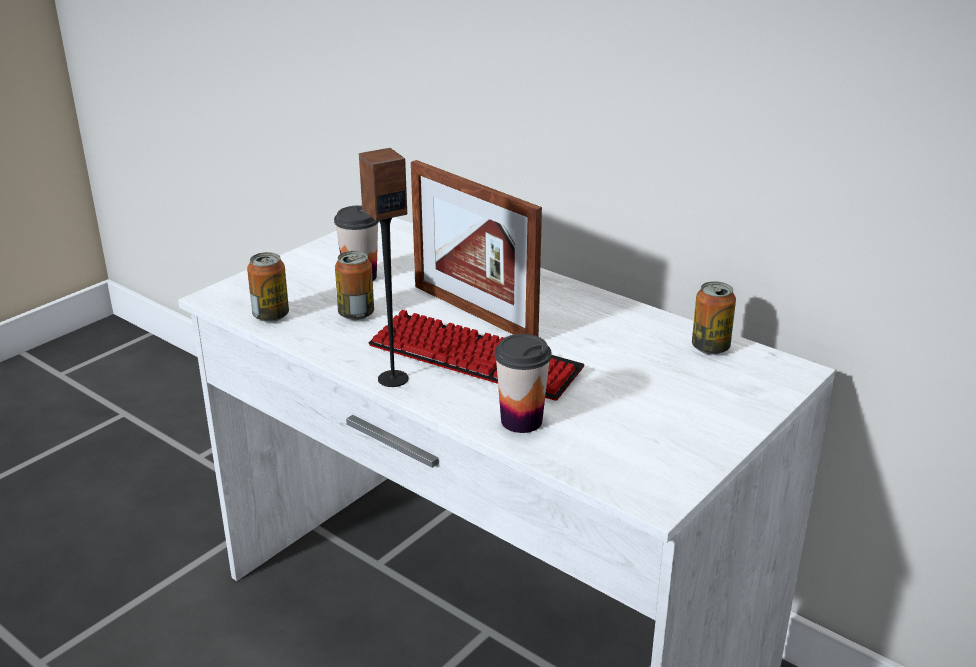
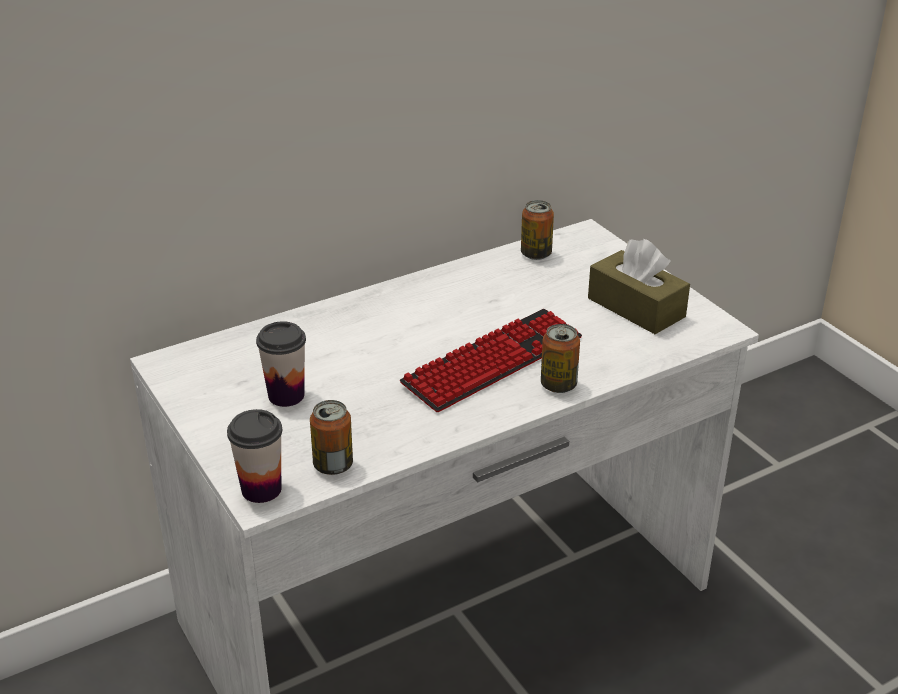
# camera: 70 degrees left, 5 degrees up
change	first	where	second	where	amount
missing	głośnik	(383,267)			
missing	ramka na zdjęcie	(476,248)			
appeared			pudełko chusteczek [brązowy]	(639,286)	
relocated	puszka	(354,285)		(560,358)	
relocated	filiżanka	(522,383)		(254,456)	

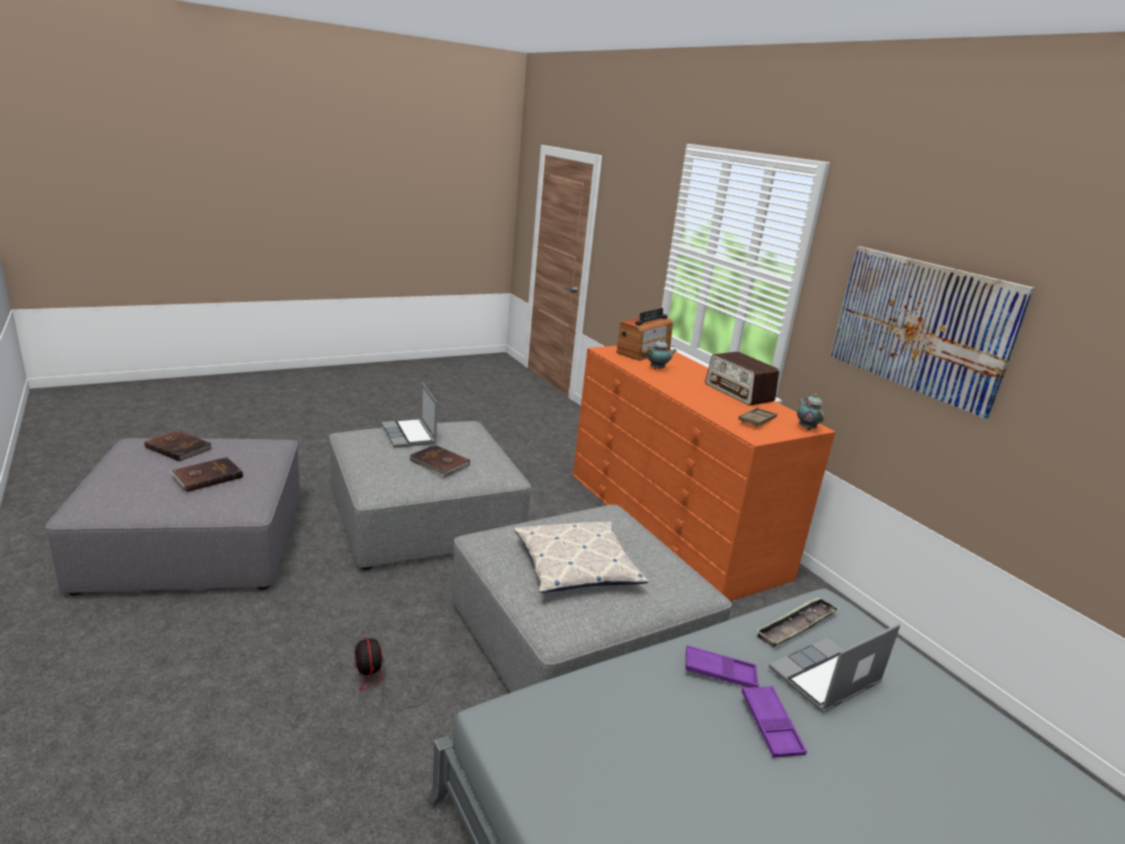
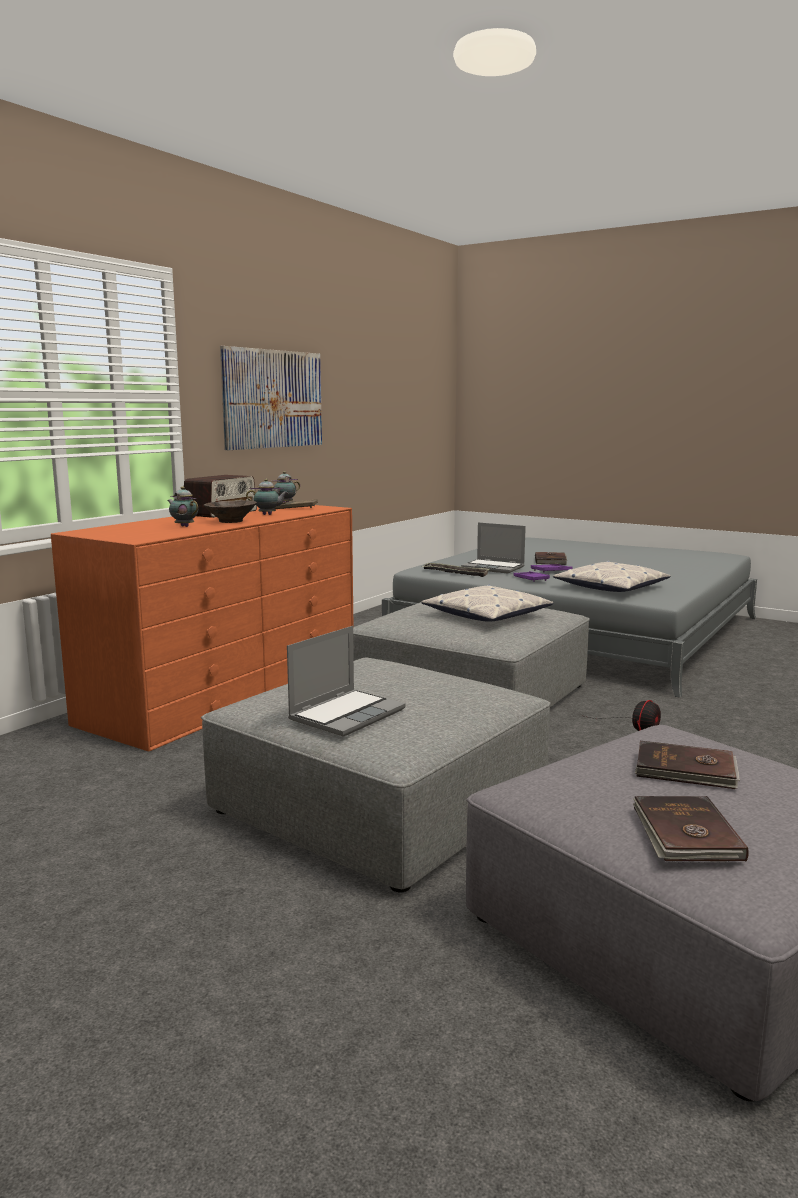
# camera: 115 degrees left, 10 degrees down
change	first	where	second	where	amount
missing	radio	(644,334)			
appeared			miska [brązowy]	(230,511)	
appeared			imbryk	(267,497)	
appeared			poduszka	(612,576)	
relocated	książka [brązowy]	(439,461)		(551,558)	

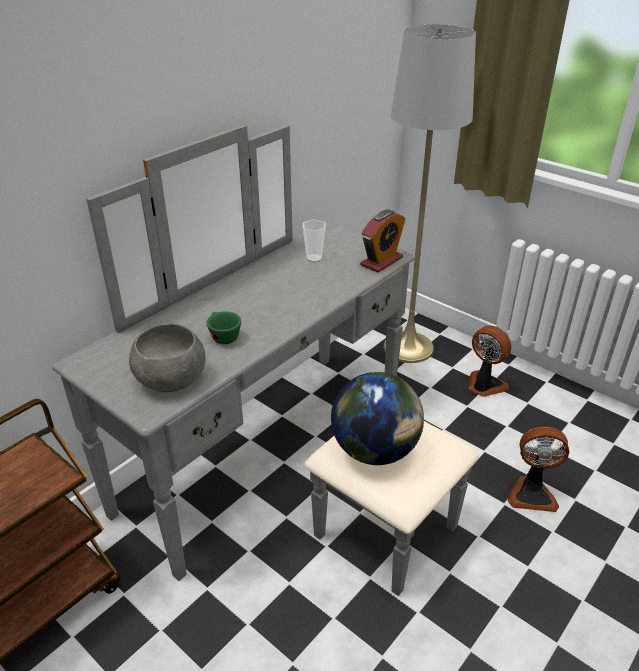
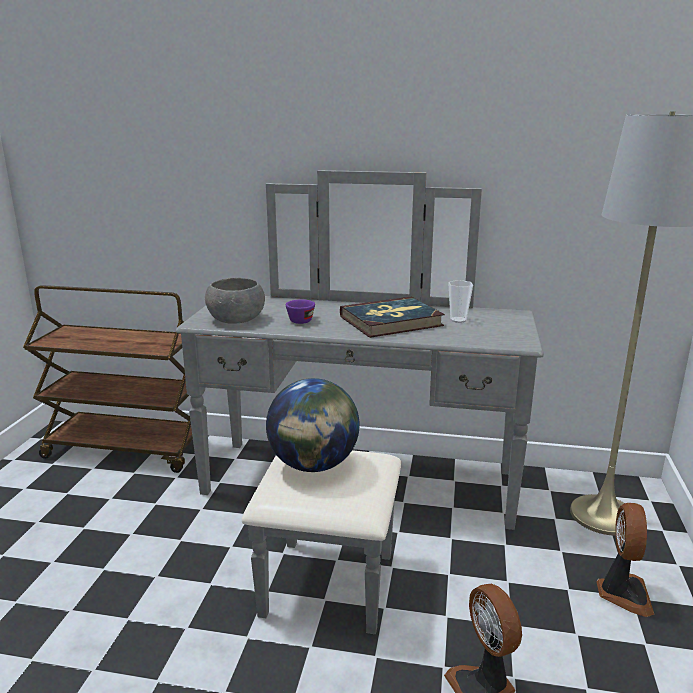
# camera: 60 degrees right, 15 degrees down
change	first	where	second	where	amount
missing	budzik	(382,241)			
appeared			książka	(392,317)	
colour	filiżanka [zielony]	(223,327)	filiżanka [fioletowy]	(300,311)	

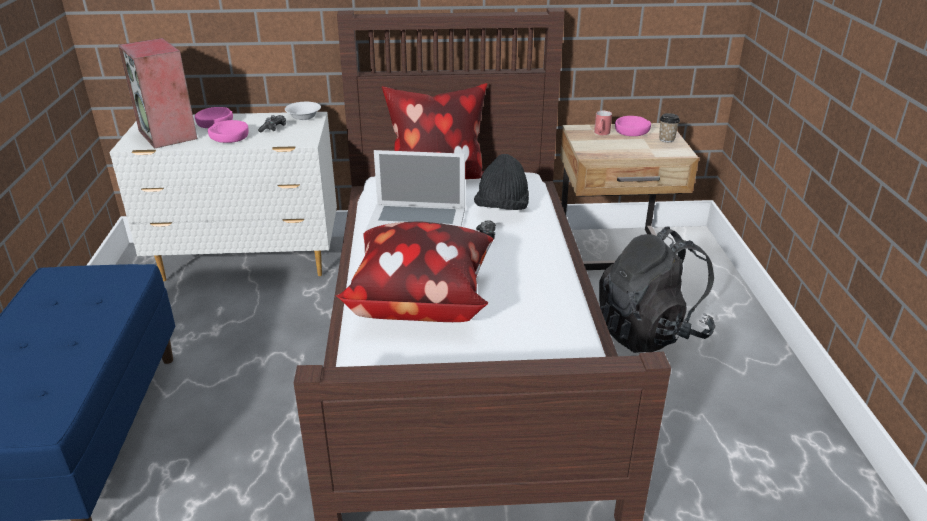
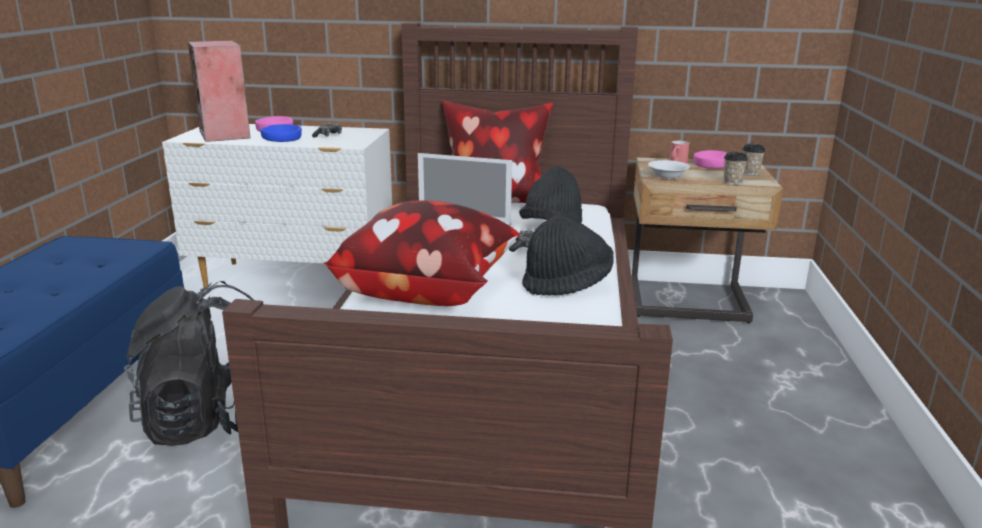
# camera: 10 degrees right, 10 degrees down
change	first	where	second	where	amount
appeared			kapelusz [czarny]	(568,255)	
appeared			filiżanka	(736,168)	
relocated	miska [biały]	(303,111)		(669,169)	
relocated	plecak [czarny]	(657,289)		(189,363)	
colour	miska [różowy]	(228,131)	miska [niebieski]	(281,133)	

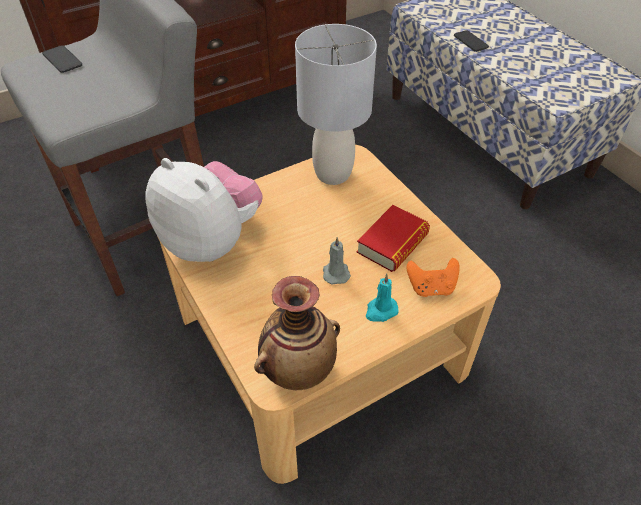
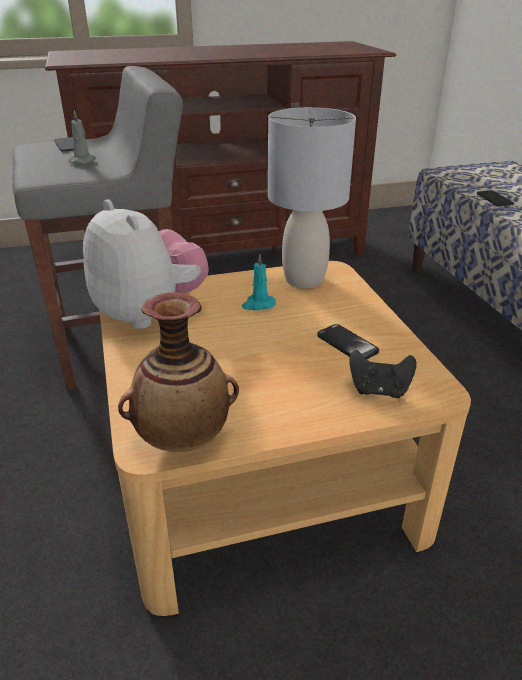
# camera: 15 degrees right, 15 degrees down
change	first	where	second	where	amount
relocated	świeca [szary]	(337,260)		(82,137)	
relocated	świeca [turkusowy]	(382,298)		(259,282)	
exchanged	książka	(393,238)	telefon	(348,341)	
colour	pad do gier [pomarańczowy]	(433,277)	pad do gier [czarny]	(382,374)	

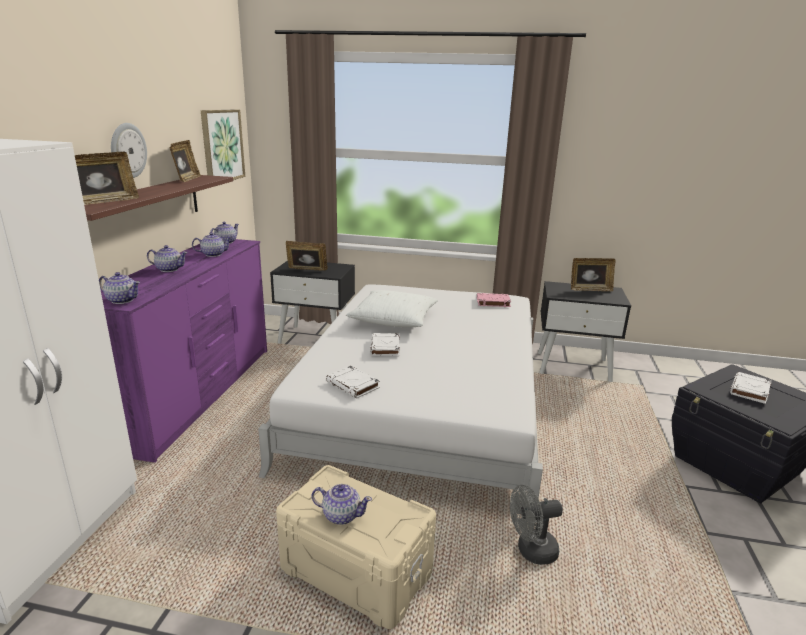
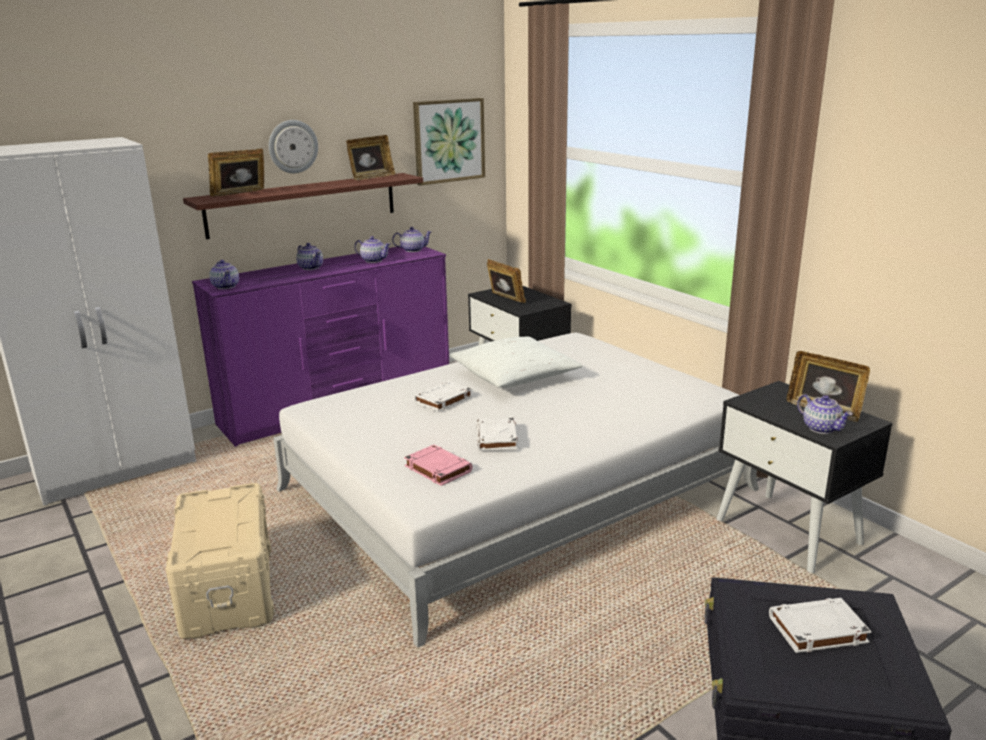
# camera: 45 degrees right, 0 degrees up
change	first	where	second	where	amount
missing	wentylator [szary]	(536,525)			
relocated	imbryk	(341,504)		(825,414)	
relocated	książka [biały]	(353,382)		(497,434)	
relocated	książka [różowy]	(494,300)		(438,465)	
spun	ramka na zdjęcie	(107,178)		(236,172)	150 degrees clockwise

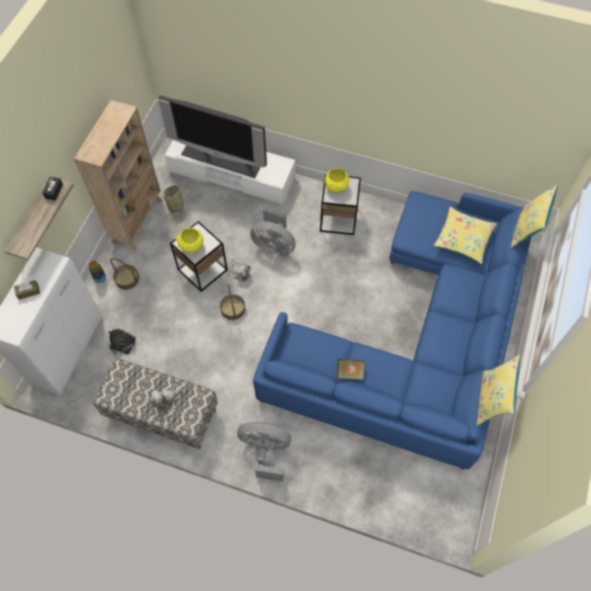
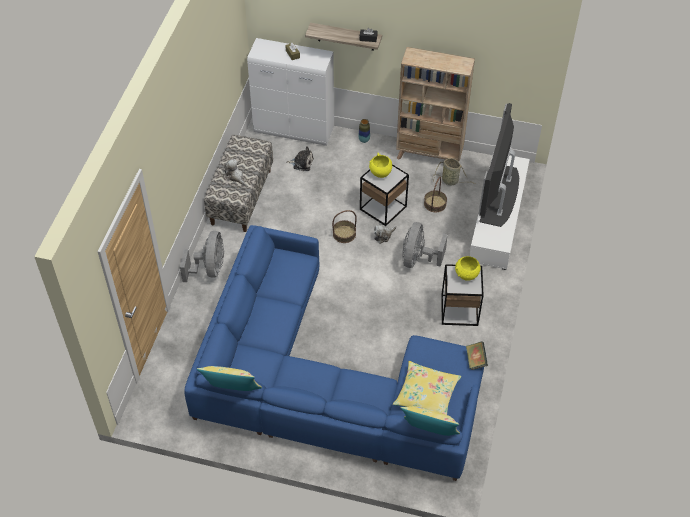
# camera: 85 degrees right, 10 degrees down
change	first	where	second	where	amount
relocated	koszyk	(124,274)		(435,194)	
relocated	książka	(351,369)		(477,356)	

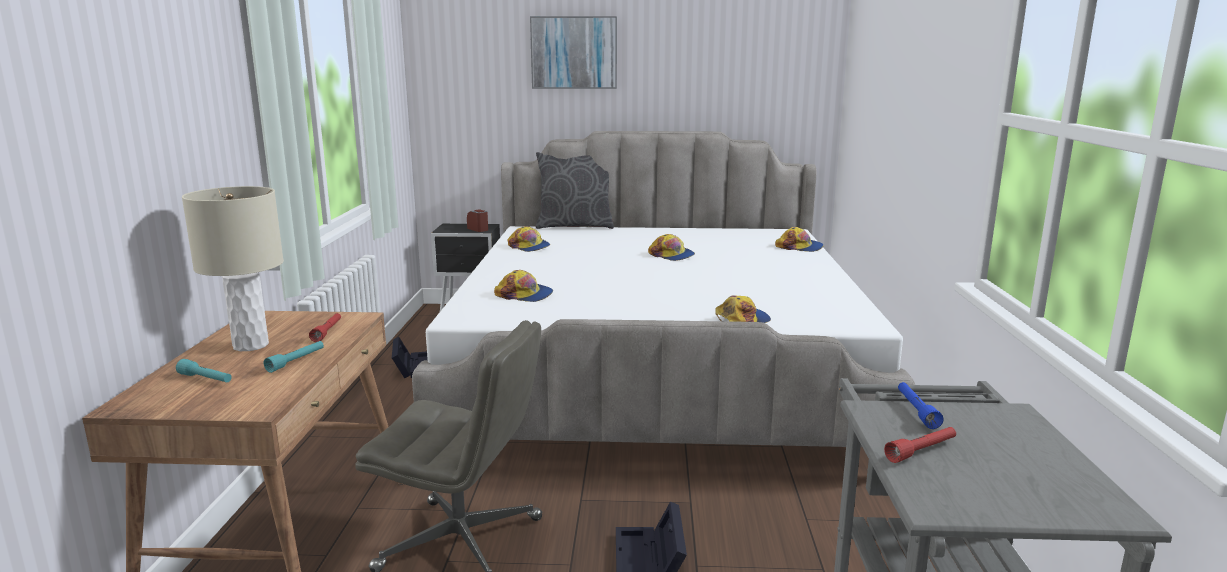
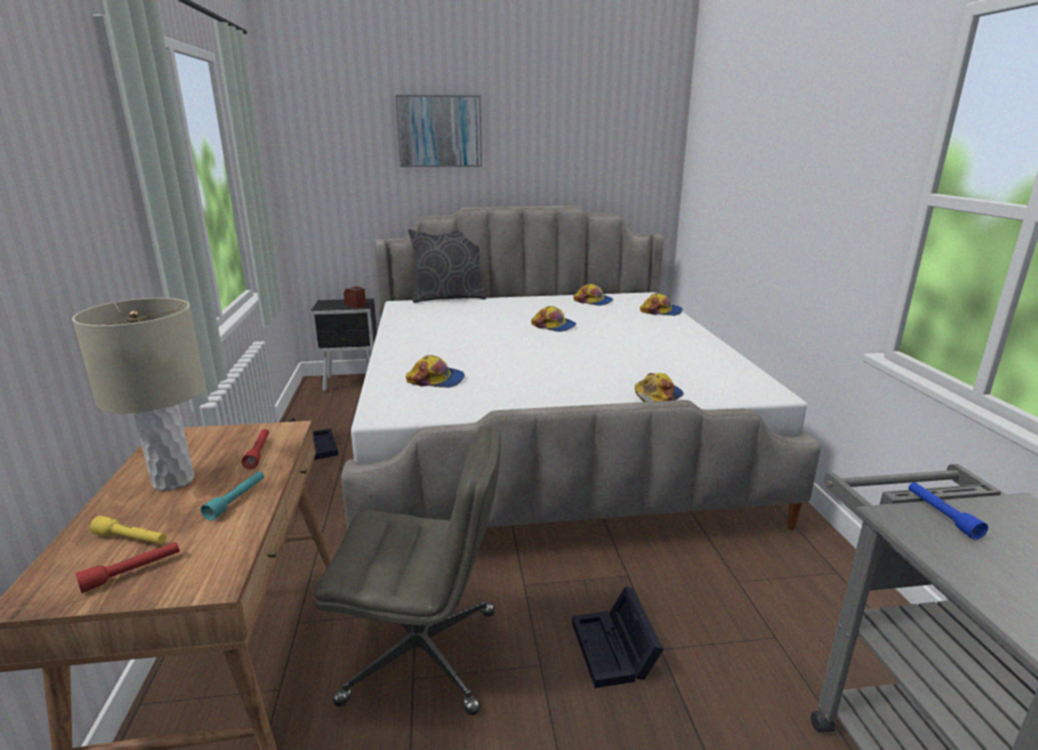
# camera: 10 degrees left, 5 degrees up
change	first	where	second	where	amount
relocated	czapka z daszkiem	(528,239)		(593,295)	
relocated	latarka [czerwony]	(920,445)		(128,567)	
colour	latarka [turkusowy]	(204,370)	latarka [żółty]	(128,529)	

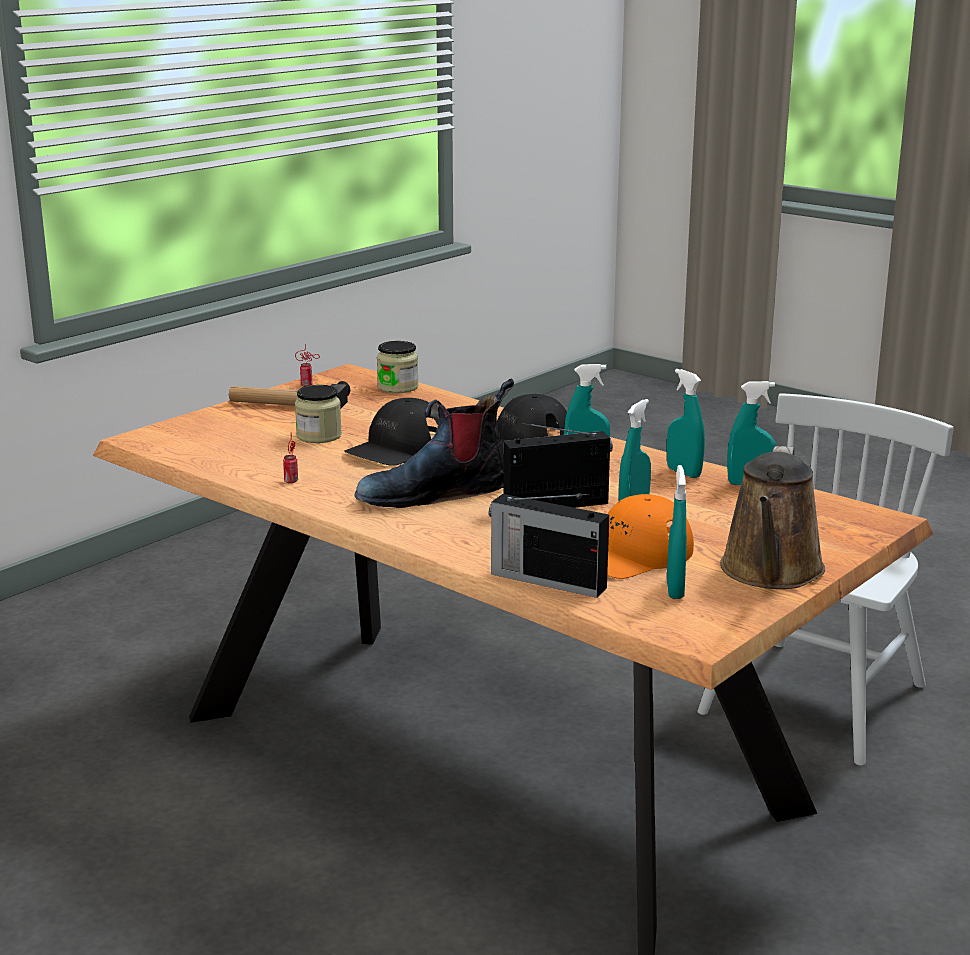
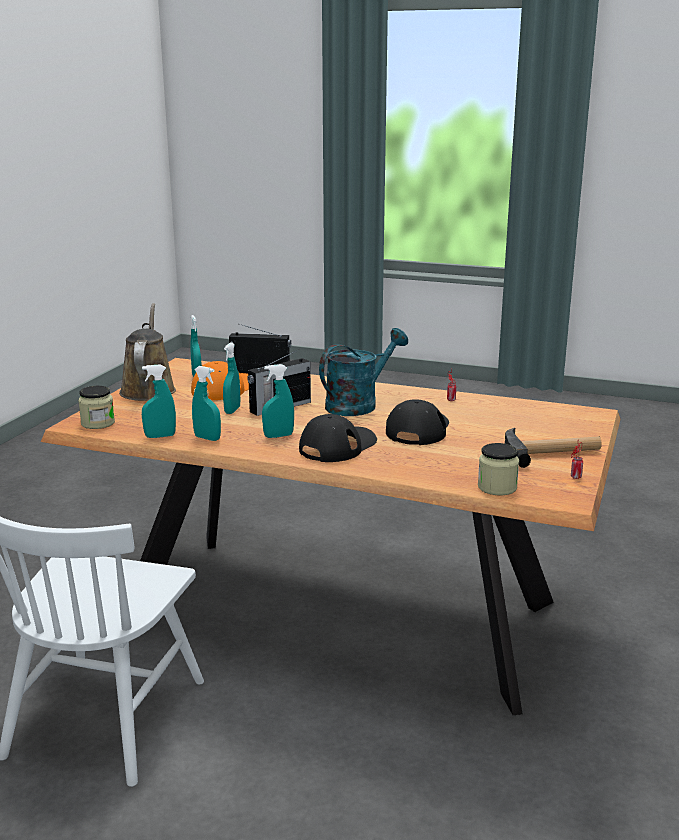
# camera: 160 degrees right, 0 degrees up
change	first	where	second	where	amount
relocated	słoik	(318,414)		(96,407)	
exchanged	but z cholewką	(434,443)	konewka [turkusowy]	(363,372)	

